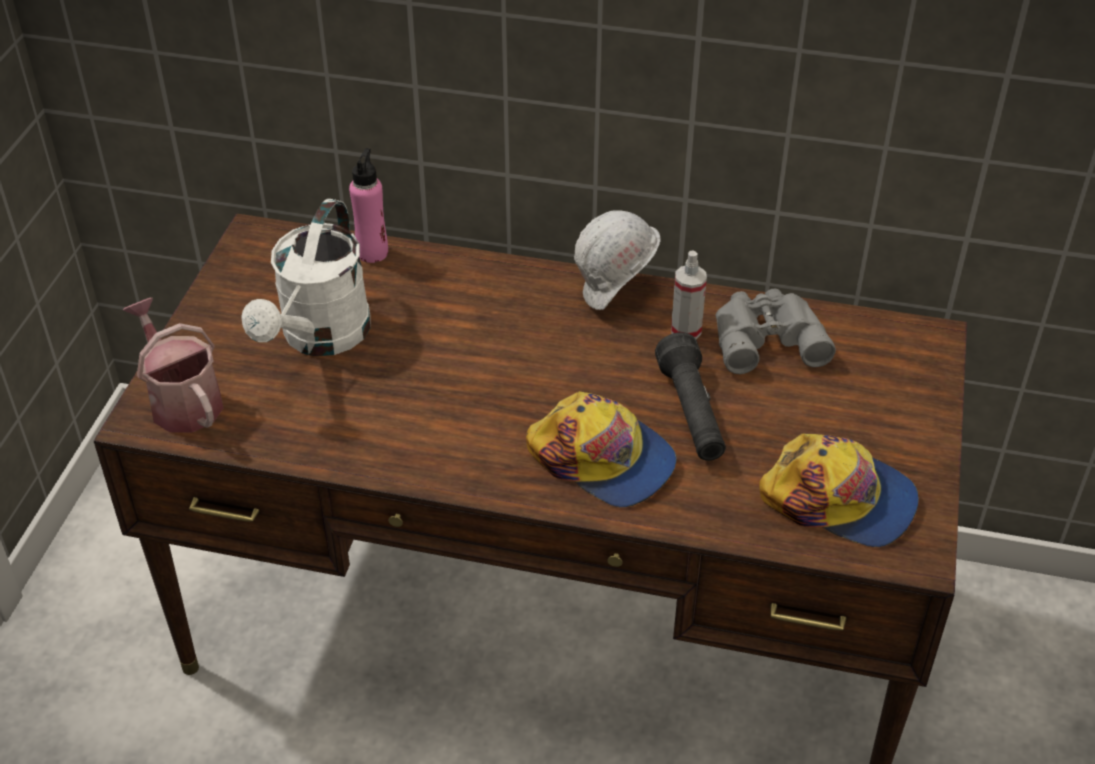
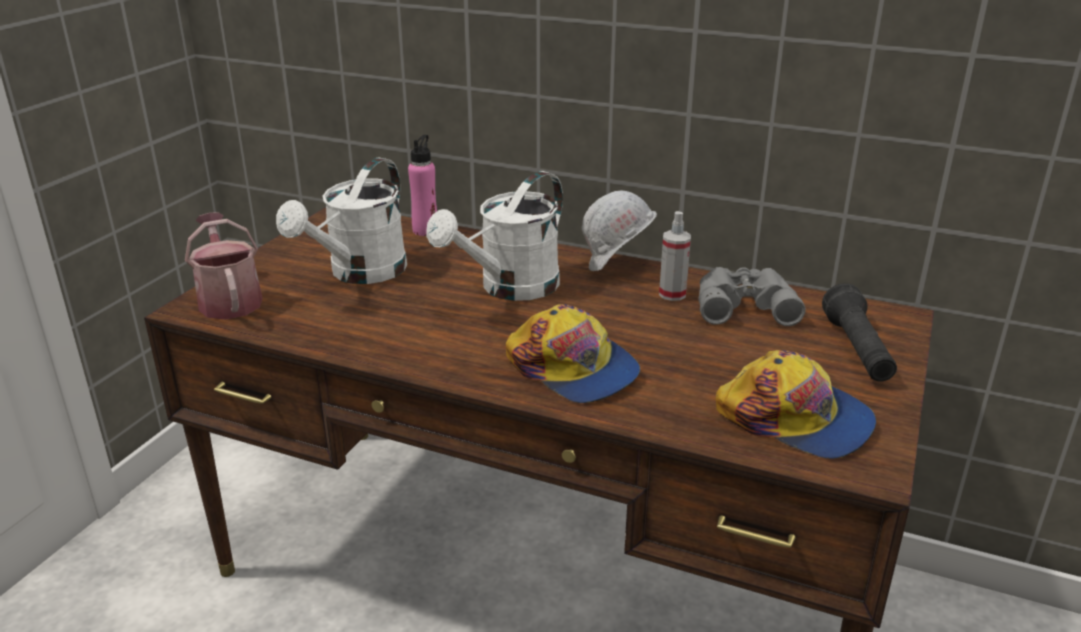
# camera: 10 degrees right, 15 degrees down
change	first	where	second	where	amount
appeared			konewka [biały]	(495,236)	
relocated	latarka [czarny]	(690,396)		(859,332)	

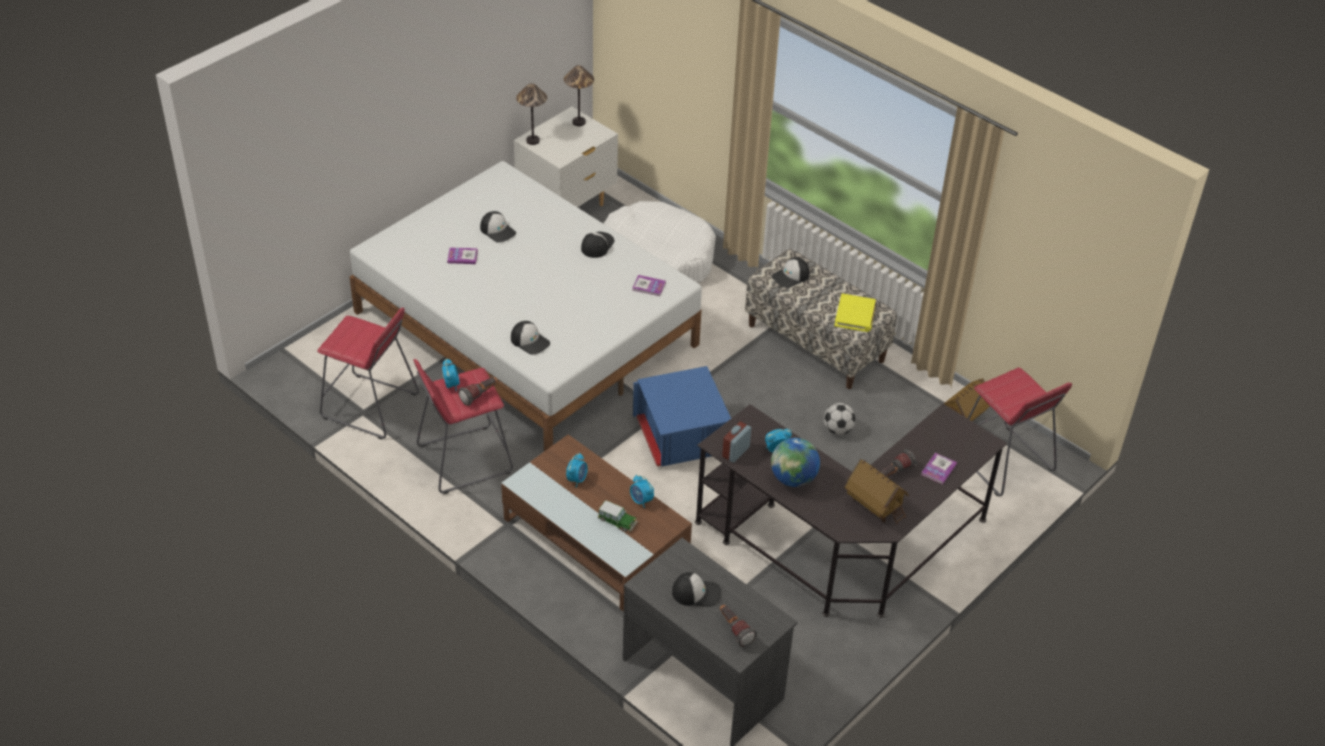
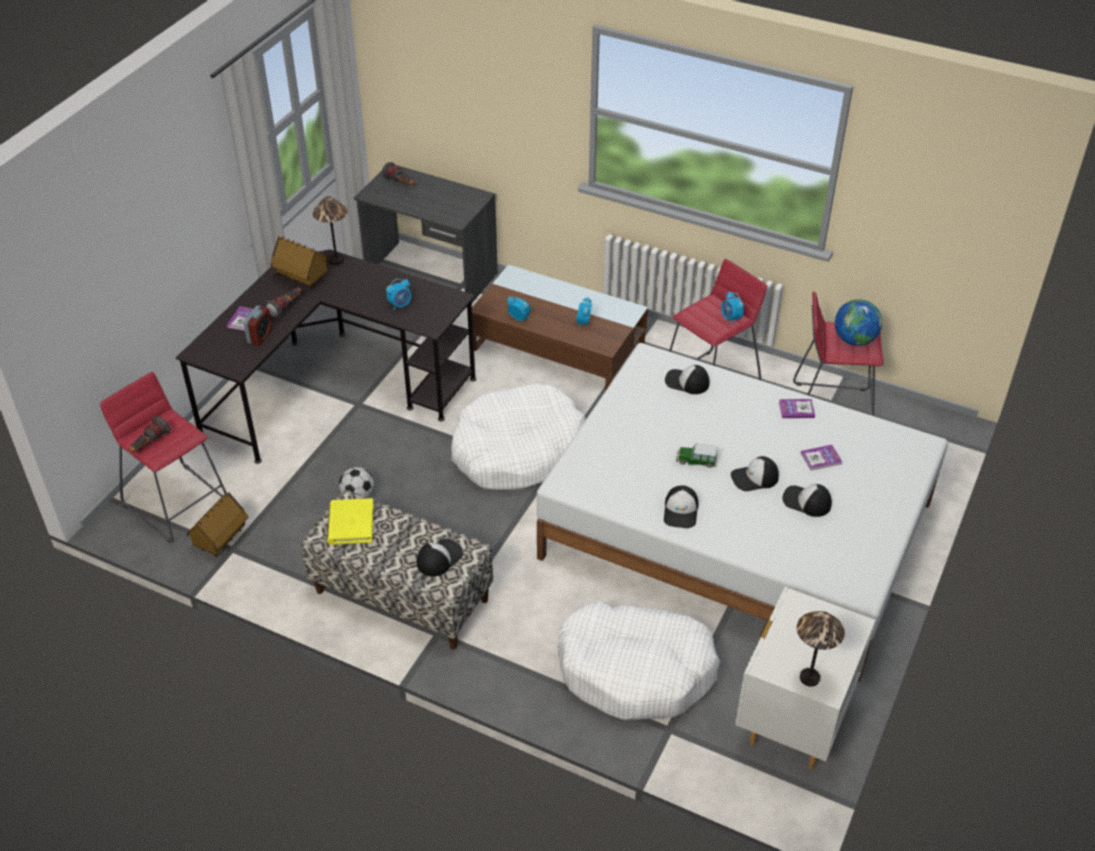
# camera: 165 degrees right, 0 degrees up
change	first	where	second	where	amount
relocated	latarka	(478,391)		(149,434)	
relocated	lampa stołowa	(531,114)		(330,230)	
relocated	samochodzik	(618,516)		(696,455)	
relocated	książka	(649,285)		(797,408)	
relocated	czapka z daszkiem	(696,589)		(755,473)	
relocated	budzik	(737,442)		(258,325)	
relocated	globus	(795,462)		(858,322)	
exchanged	pojemnik do przechowywania [niebieski]	(682,416)	legowisko [biały]	(518,437)	

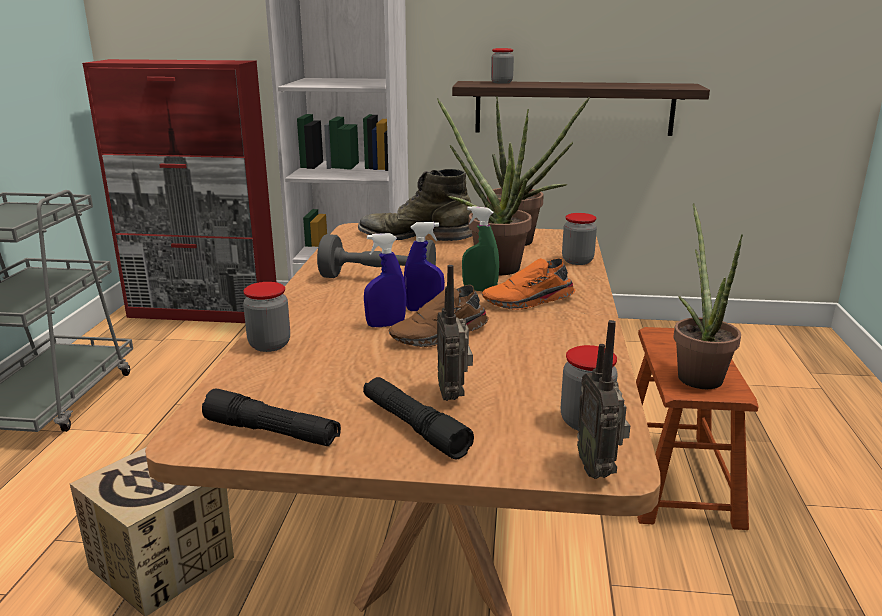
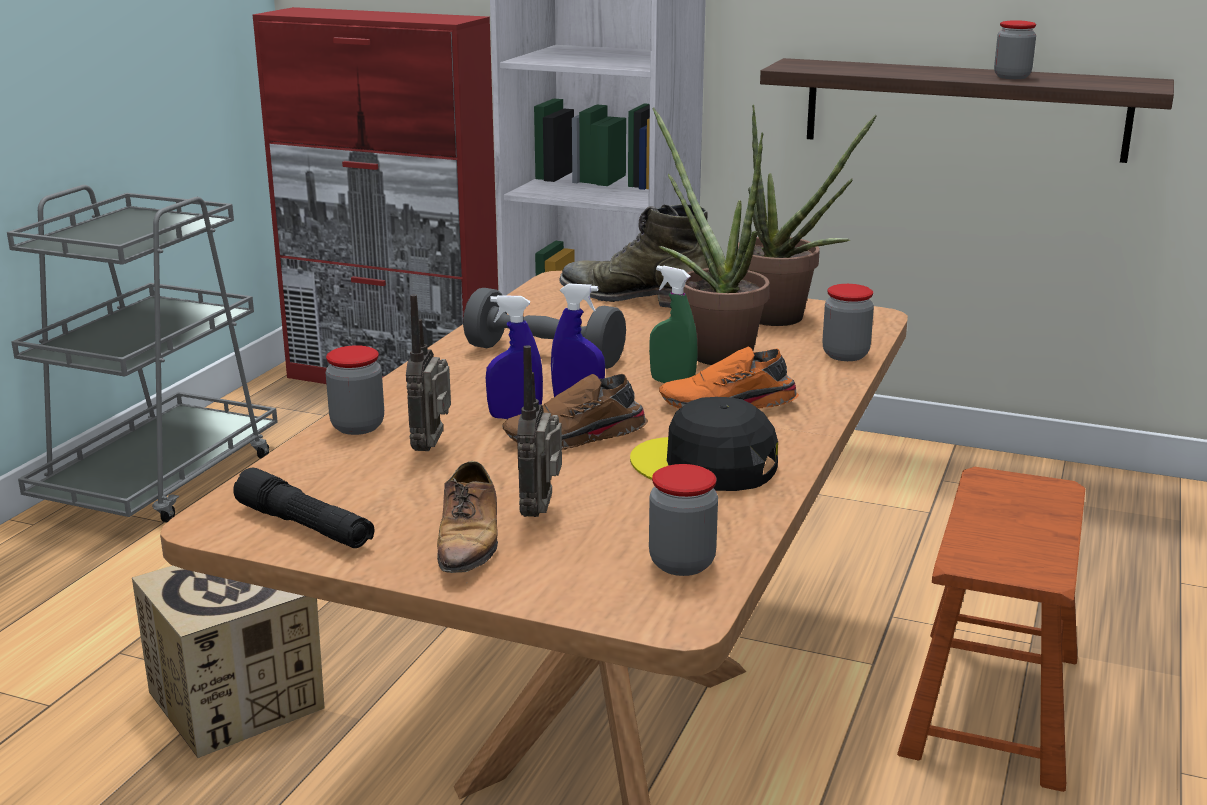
# camera: 15 degrees right, 0 degrees up
change	first	where	second	where	amount
missing	roślina doniczkowa	(708,296)			
appeared			czapka z daszkiem [czarny]	(704,444)	
relocated	słoik	(502,66)		(1015,49)	
relocated	radio	(603,399)		(428,372)	
exchanged	latarka [czarny]	(418,418)	but	(467,517)	

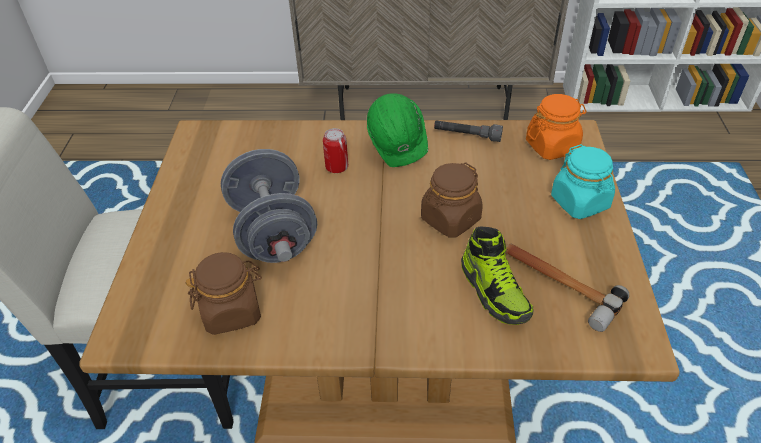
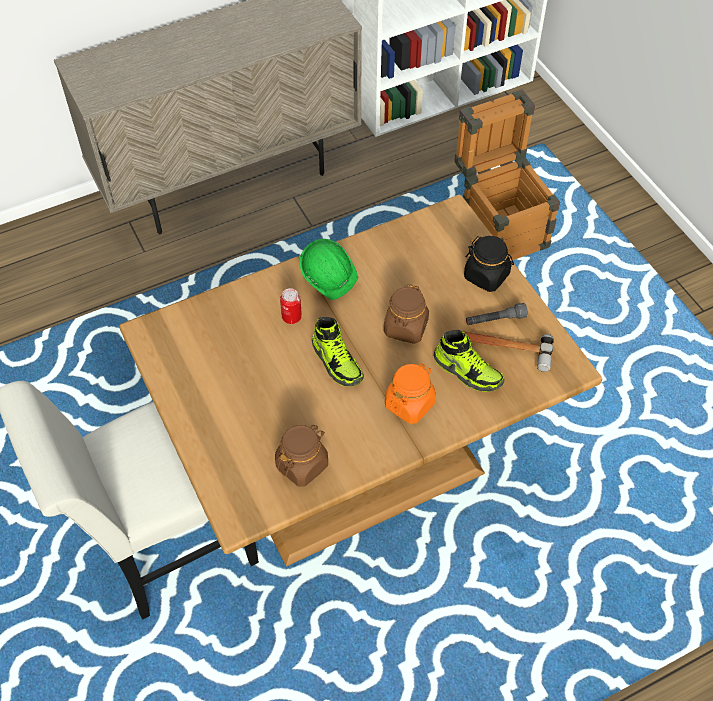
# camera: 30 degrees left, 10 degrees up
change	first	where	second	where	amount
missing	hantel [szary]	(269,206)			
appeared			but	(338,352)	
appeared			skrzynka	(507,175)	
relocated	latarka [szary]	(468,131)		(497,314)	
relocated	słoik [pomarańczowy]	(556,127)		(410,393)	
colour	słoik [turkusowy]	(583,181)	słoik [czarny]	(489,264)	

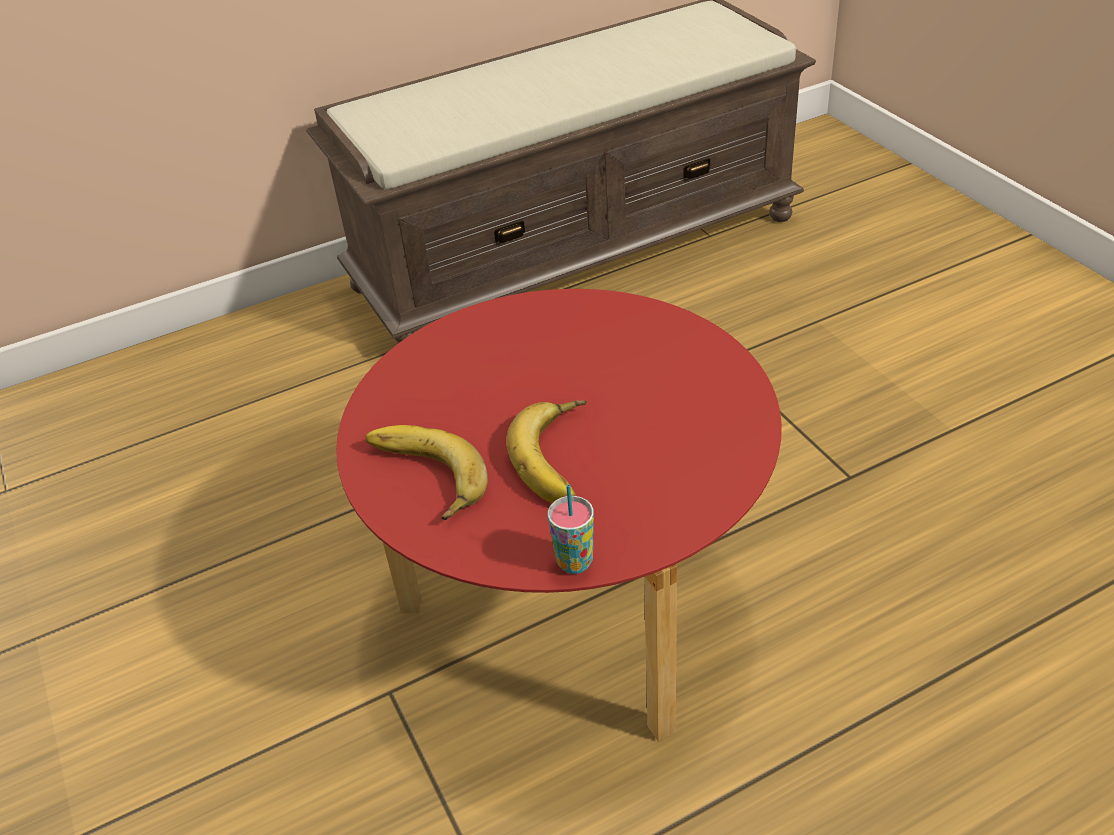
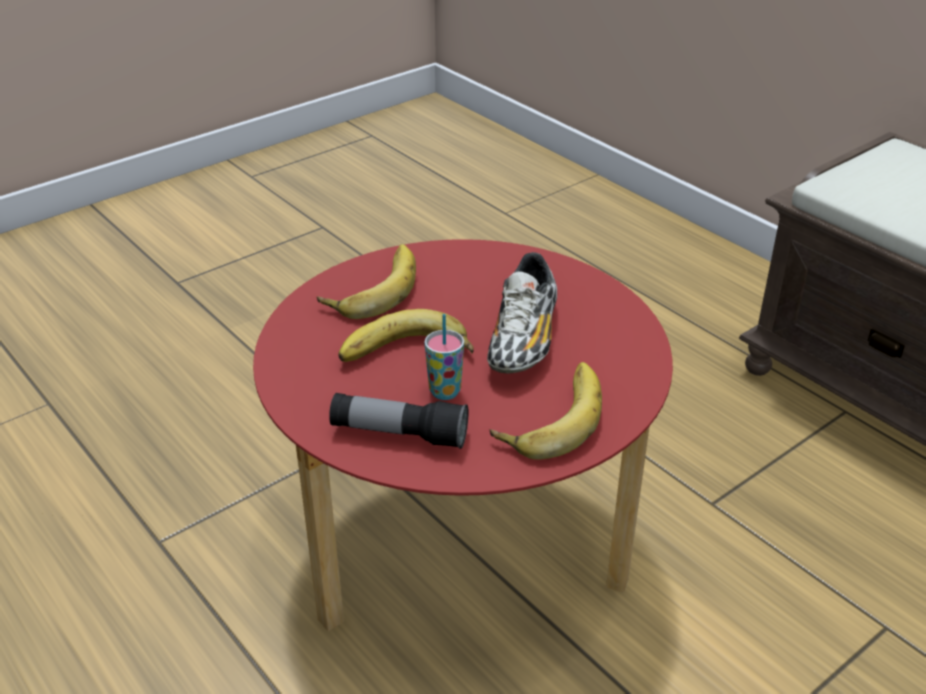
# camera: 75 degrees right, 5 degrees down
change	first	where	second	where	amount
appeared			latarka	(399,421)	
appeared			but	(522,312)	
appeared			banan	(545,411)	
relocated	filiżanka	(571,529)		(444,357)	

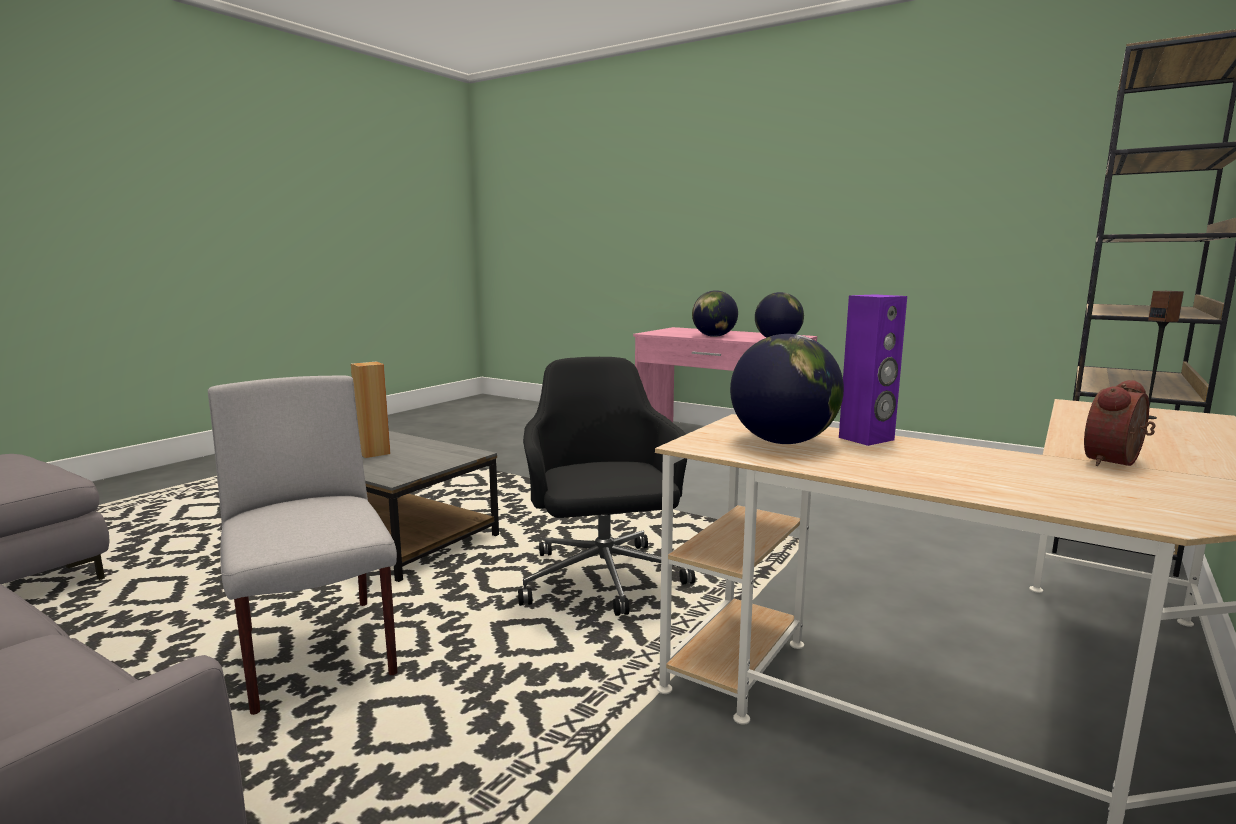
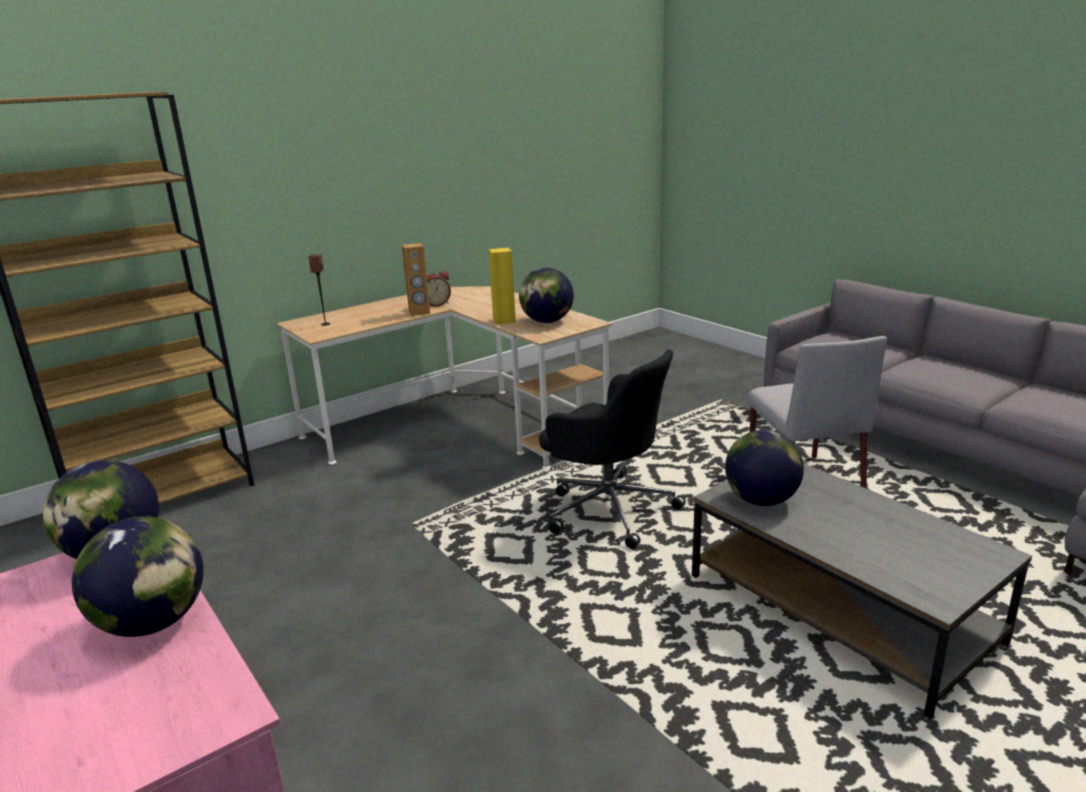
# camera: 160 degrees left, 10 degrees up
change	first	where	second	where	amount
appeared			globus	(764,468)	
relocated	głośnik [brązowy]	(370,409)		(416,279)	
colour	głośnik [fioletowy]	(873,370)	głośnik [żółty]	(502,286)	
spun	krzesło biurowe [czarny]	(606,486)		(612,449)	60 degrees counterclockwise

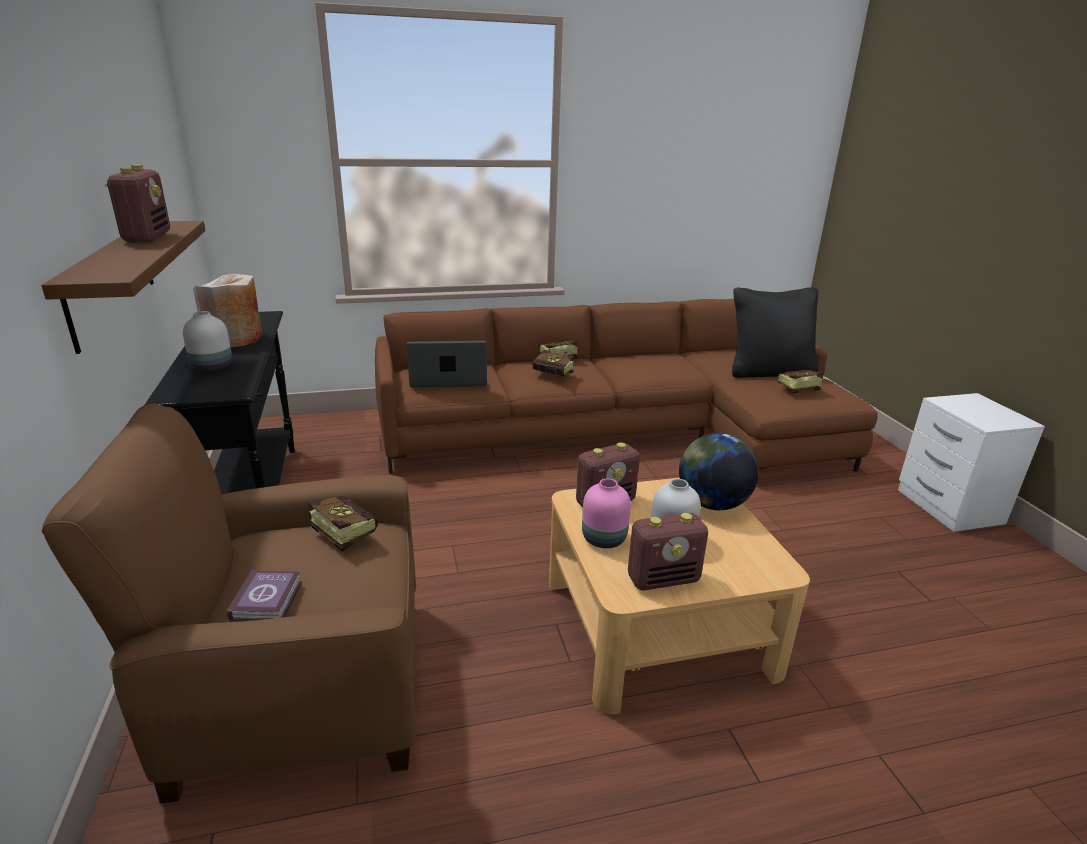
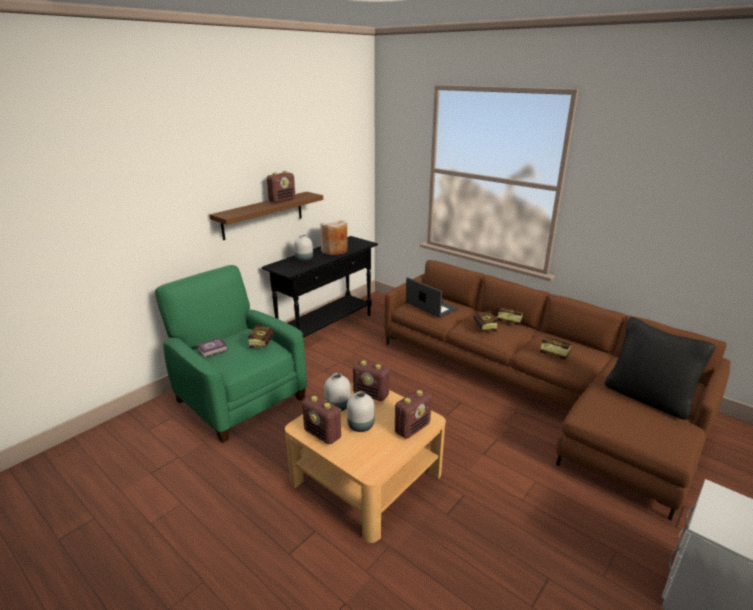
# camera: 55 degrees right, 0 degrees up
change	first	where	second	where	amount
relocated	książka	(800,383)		(553,348)	
exchanged	globus	(718,471)	radio	(413,414)	
colour	fotel [brązowy]	(229,604)	fotel [zielony]	(231,354)	
colour	wazon [różowy]	(606,513)	wazon [biały]	(337,392)	

